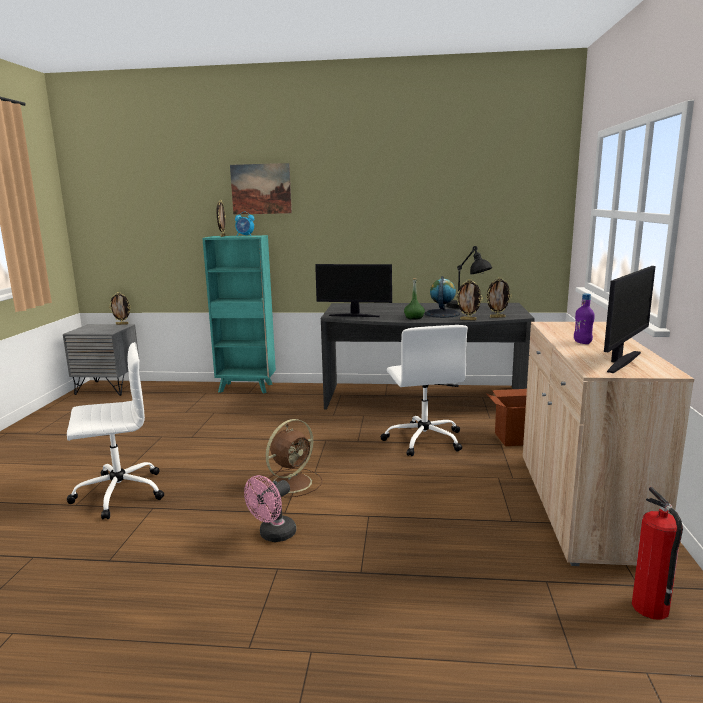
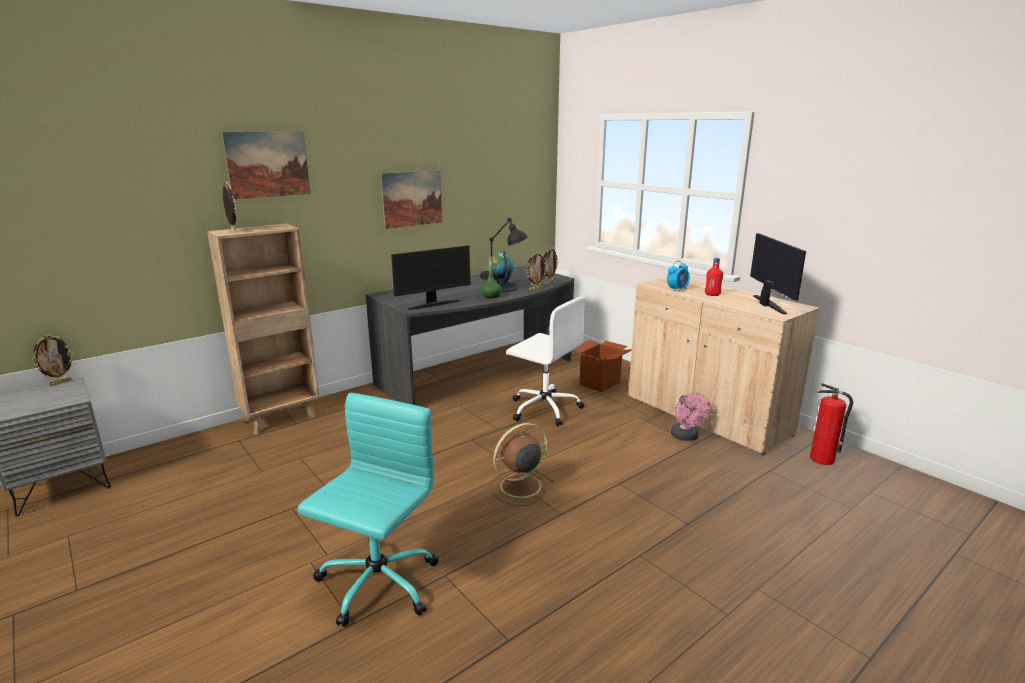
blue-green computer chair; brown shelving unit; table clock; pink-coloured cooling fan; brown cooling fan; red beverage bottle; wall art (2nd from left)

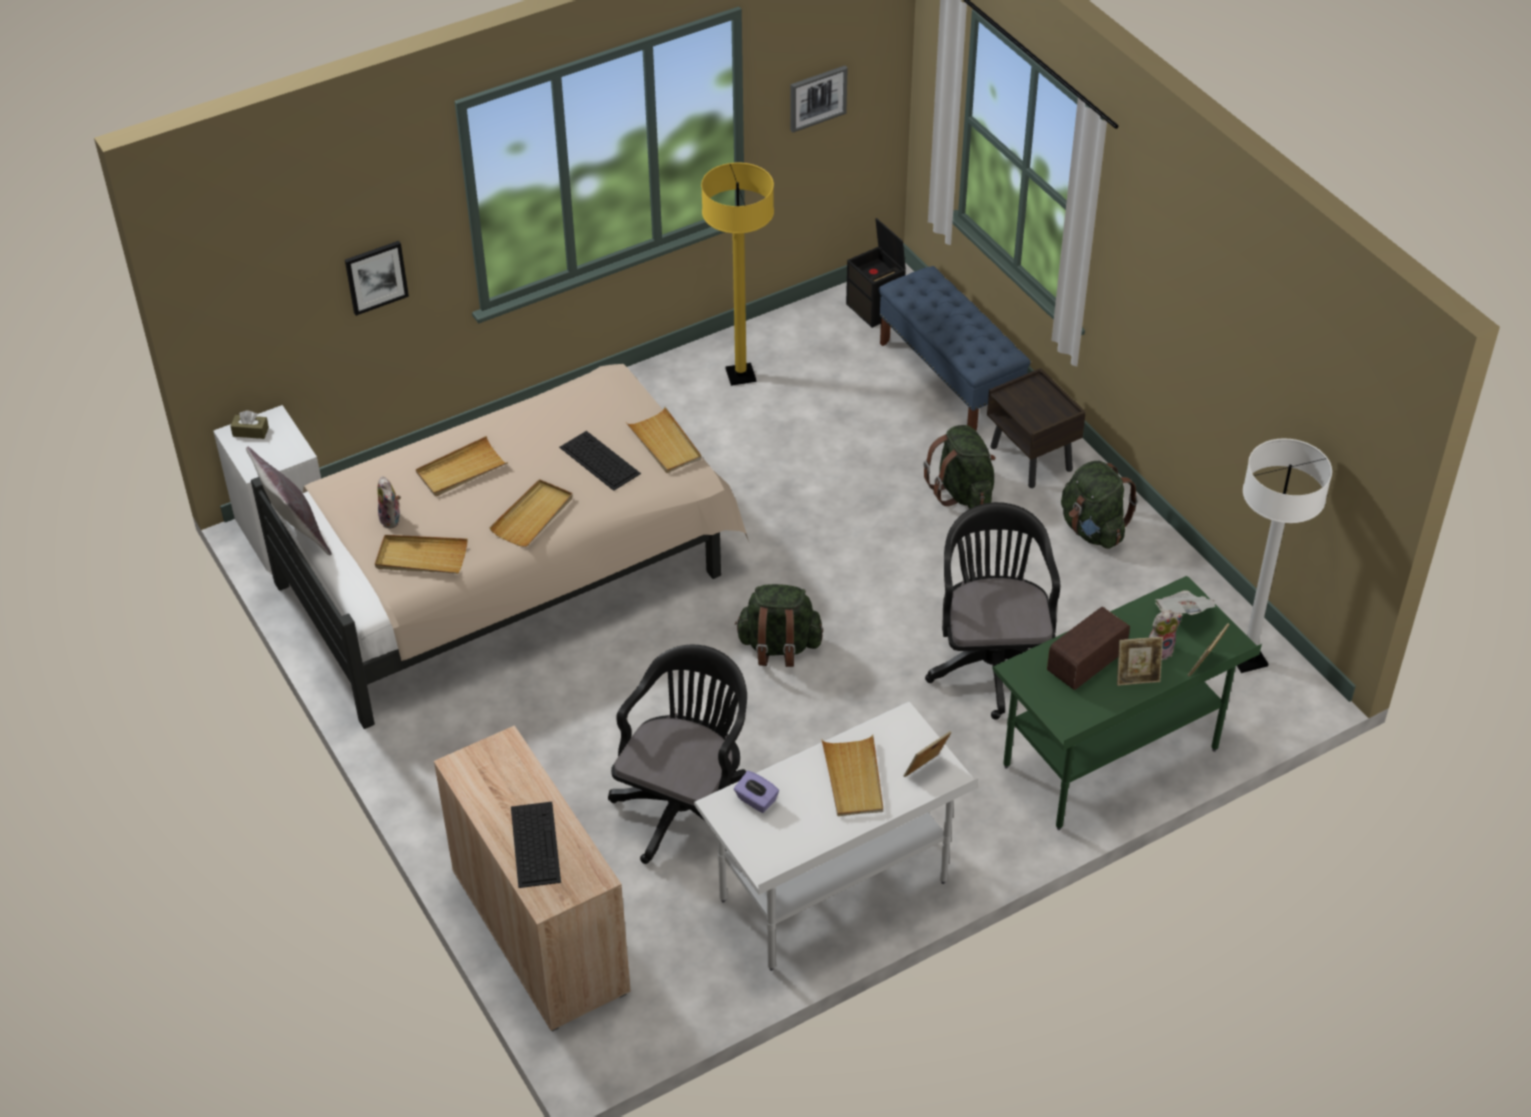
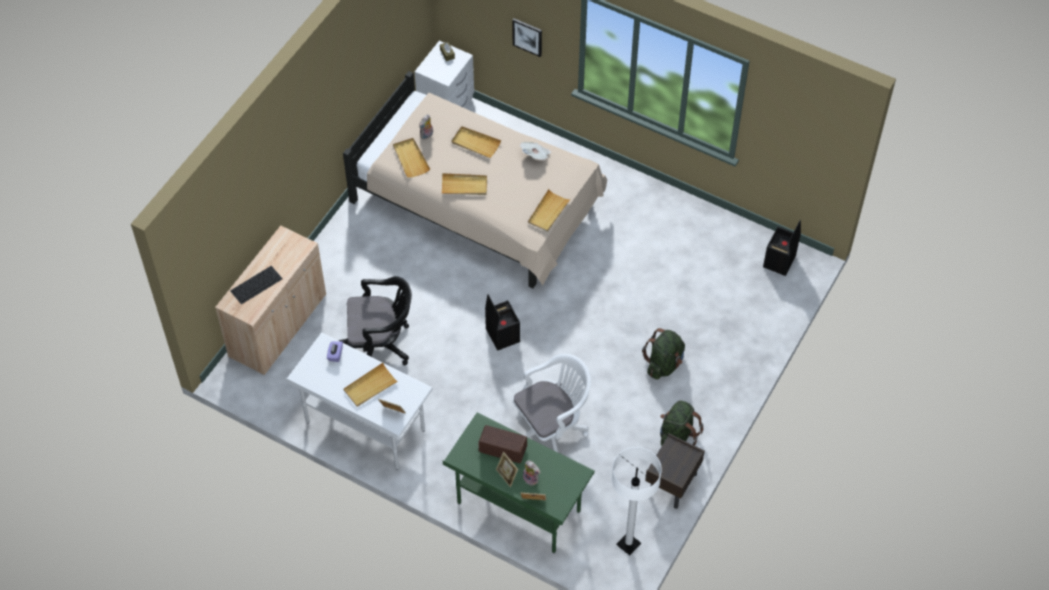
grey cushion; PC keyboard (2nd from left in the first image); yellow standard lamp; blackish storage container (1st from left); wall art (2nd from left in the first image); bluish long seat; whitish computer chair; brown bedside table; newspaper

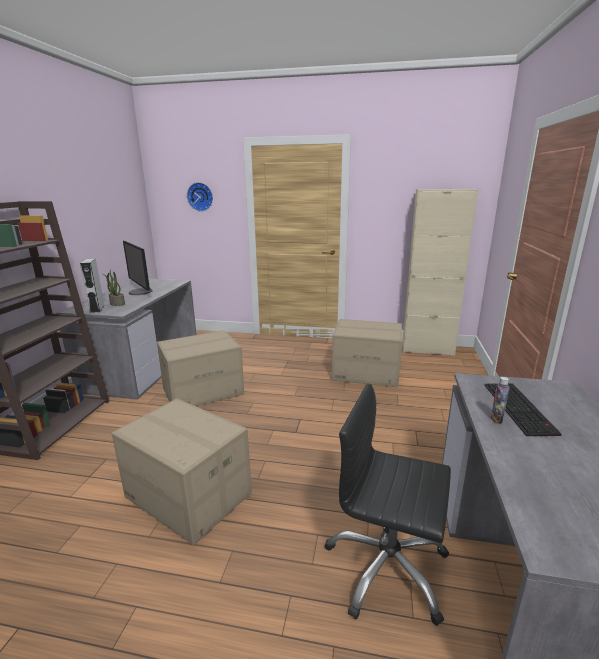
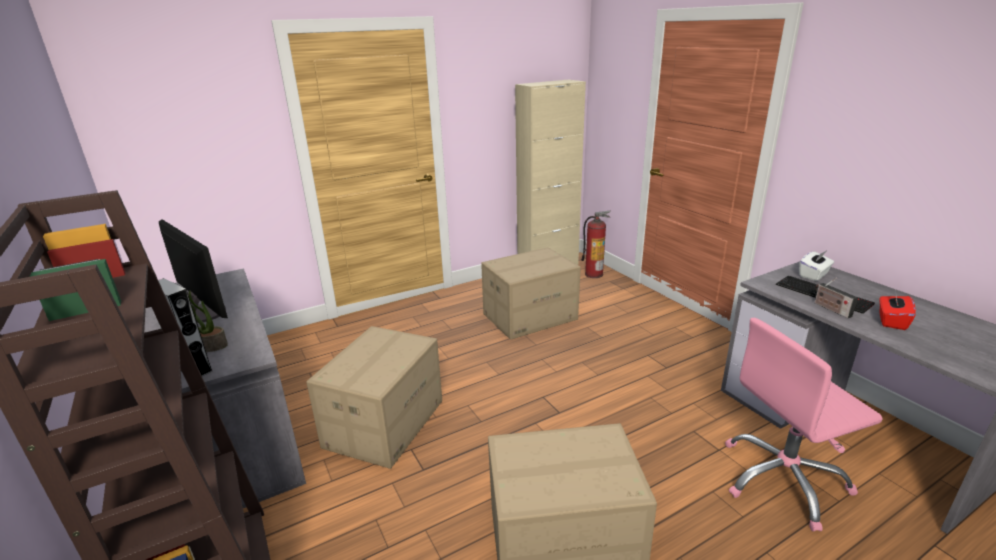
computer screen; clock on the wall; pink-coloured computer chair; radio set; fire-fighting cylinder; whitish tissue holder; red tissue holder

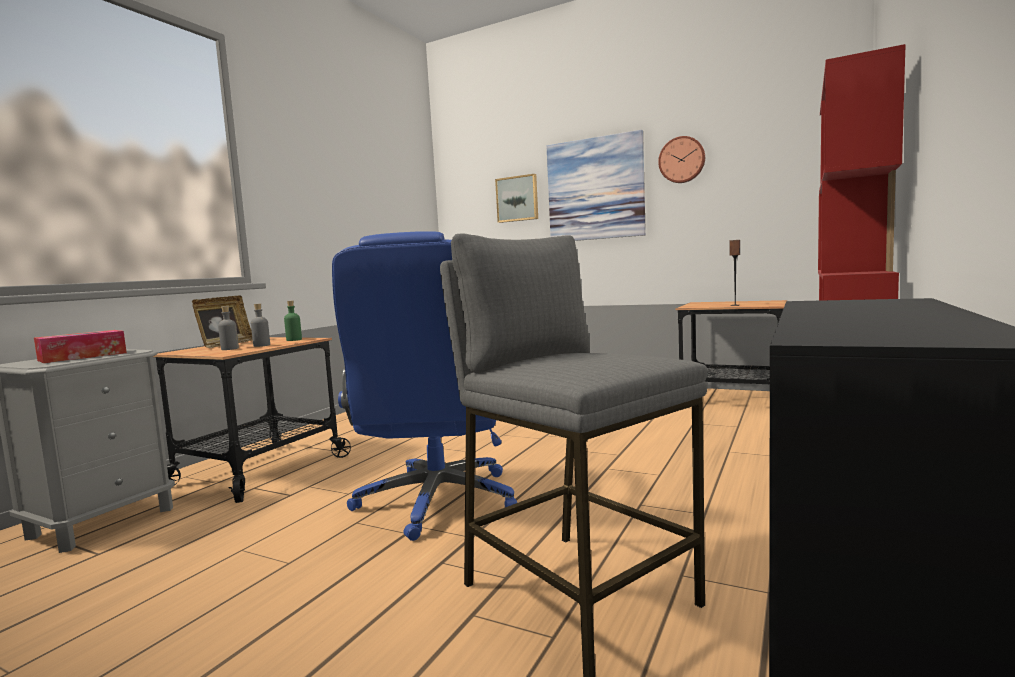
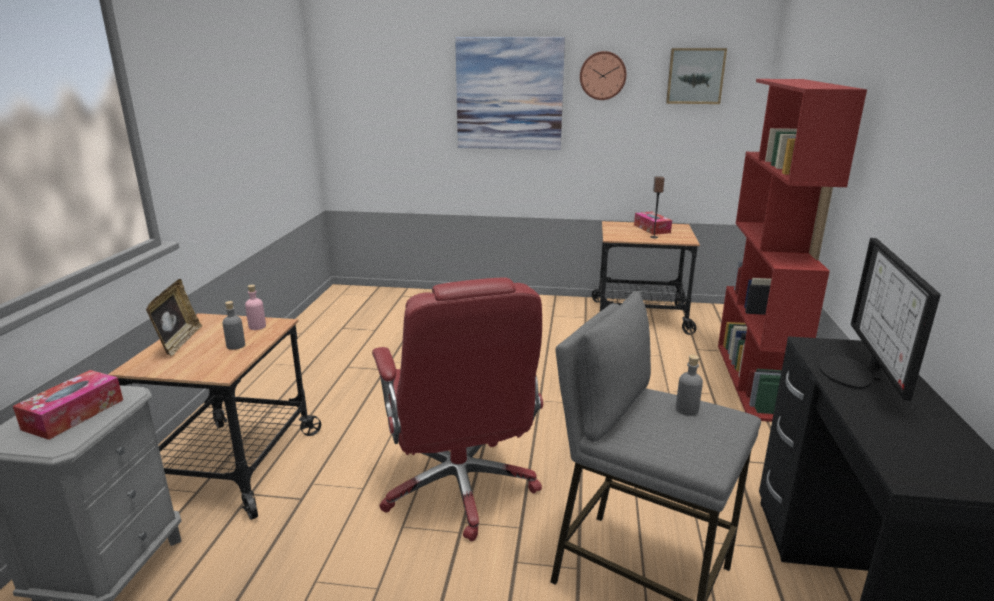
grey beverage bottle (2nd from left); pink-coloured beverage bottle; red computer chair; wall art (2nd from left); tissue holder (2nd from left); computer screen

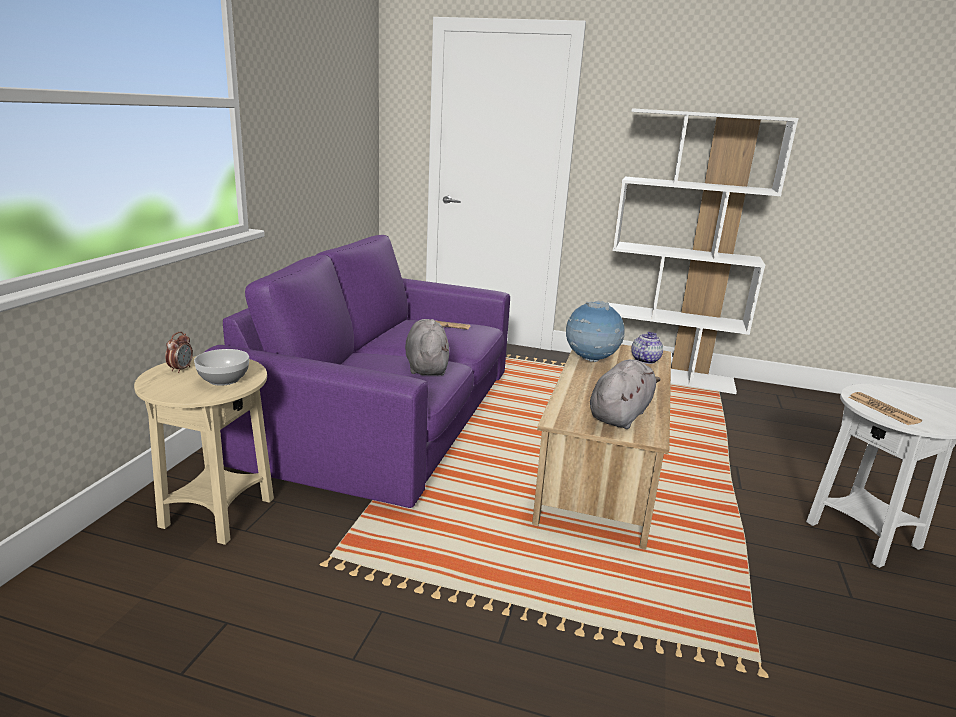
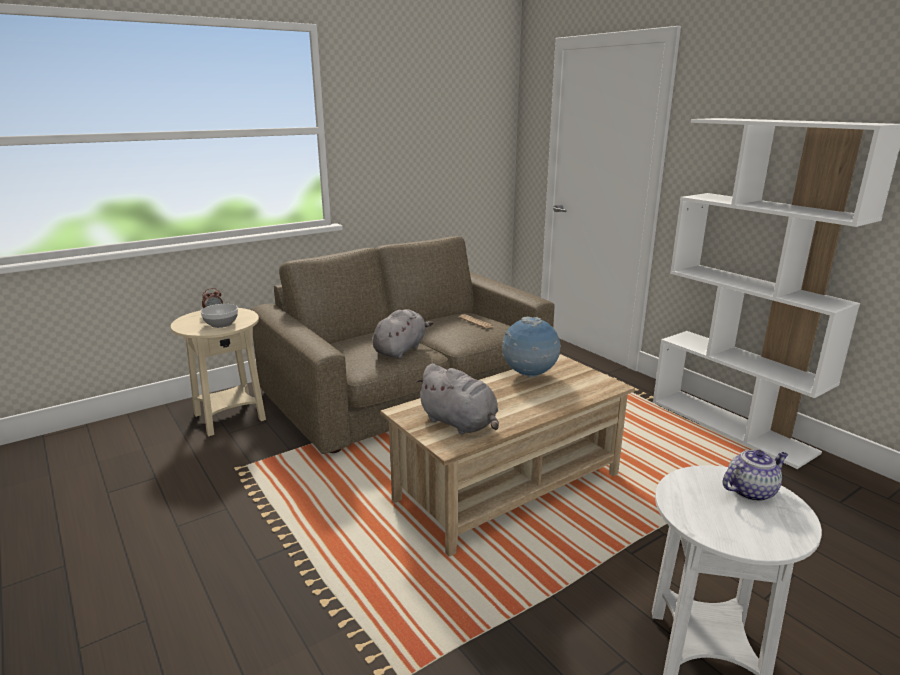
brown couch; grey plush toy (2nd from left); tea pot; newspaper (2nd from left in the first image)

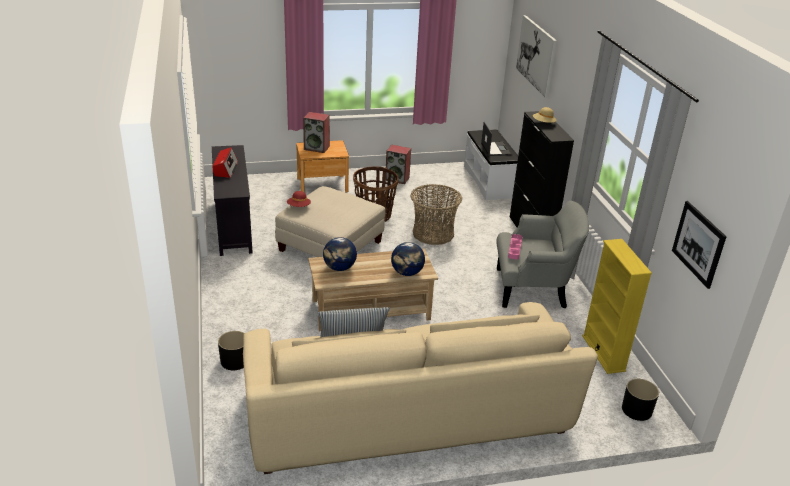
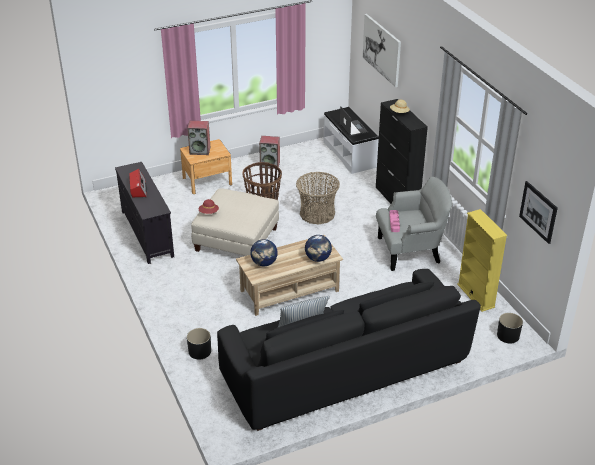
blackish couch

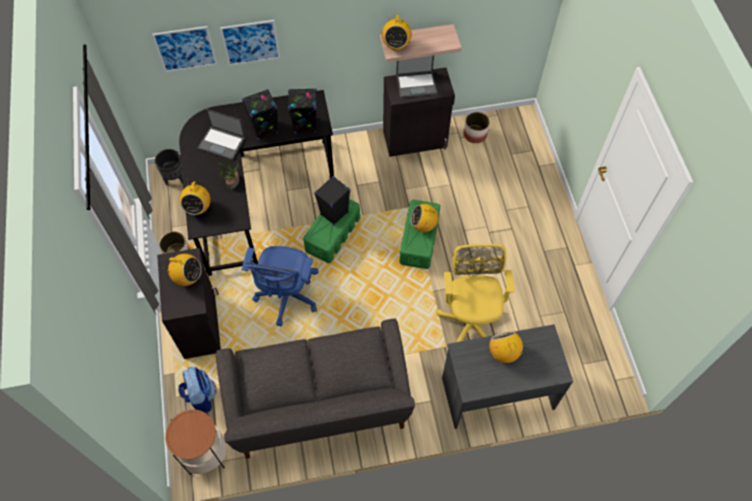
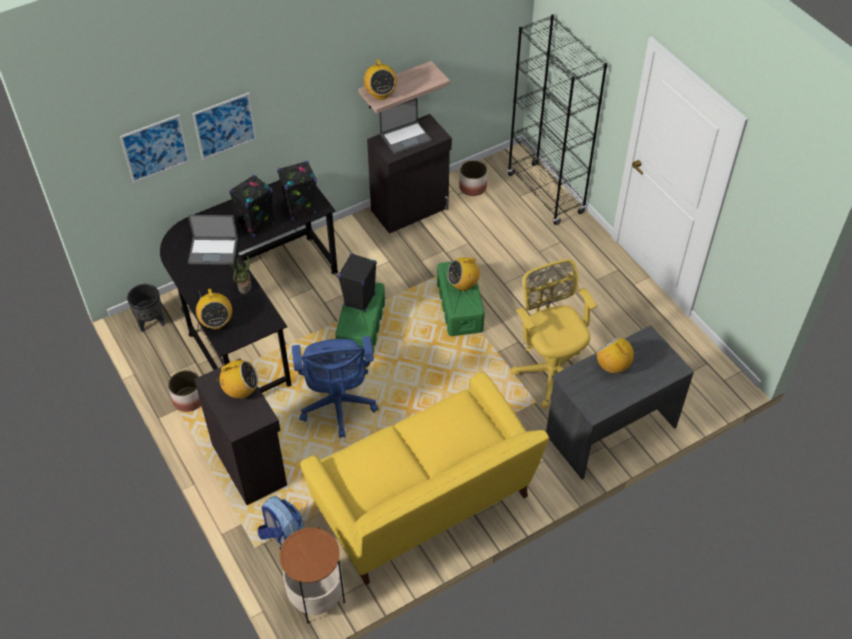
yellow couch; blackish shelving unit

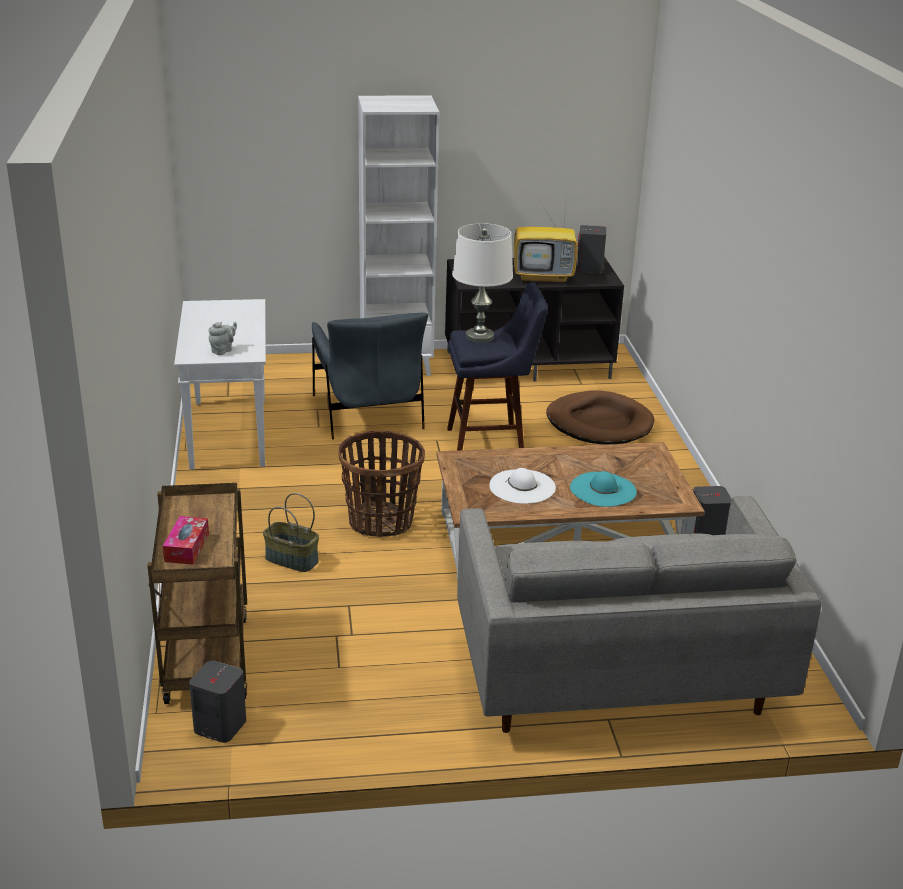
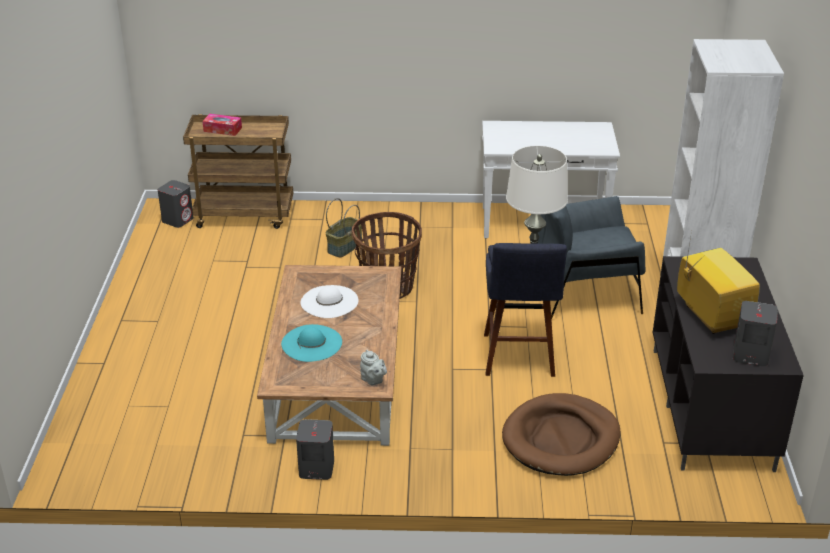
grey tea pot; grey couch; TV set

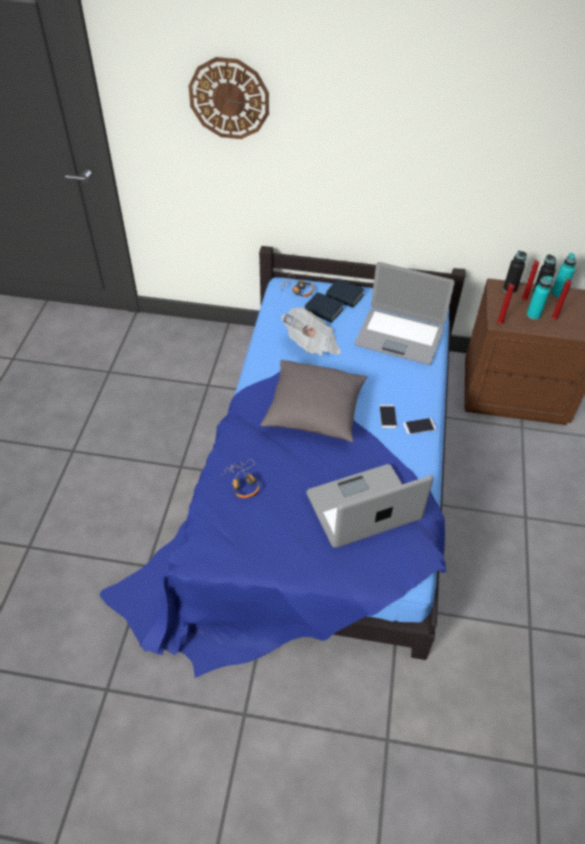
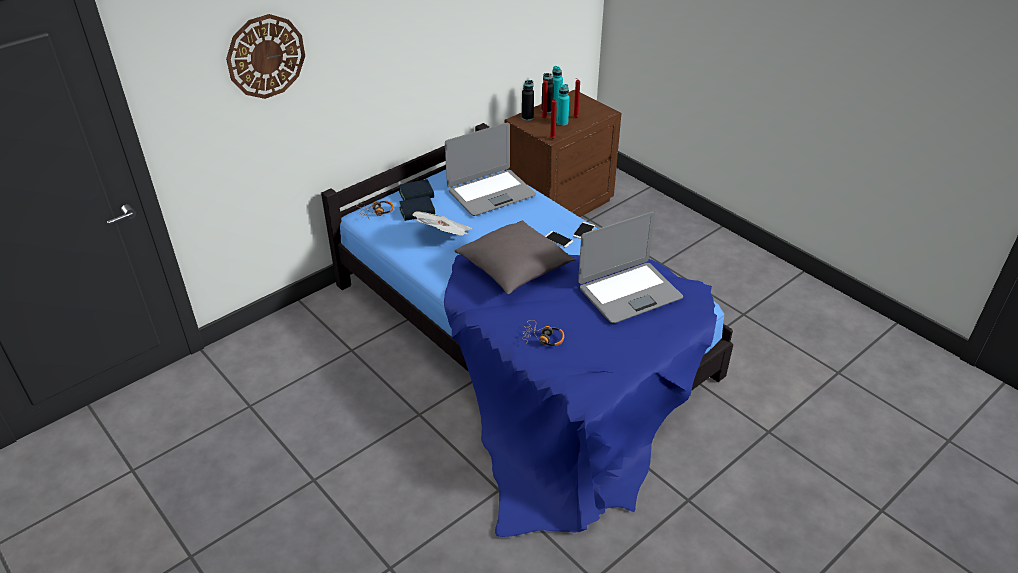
laptop (2nd from left)

